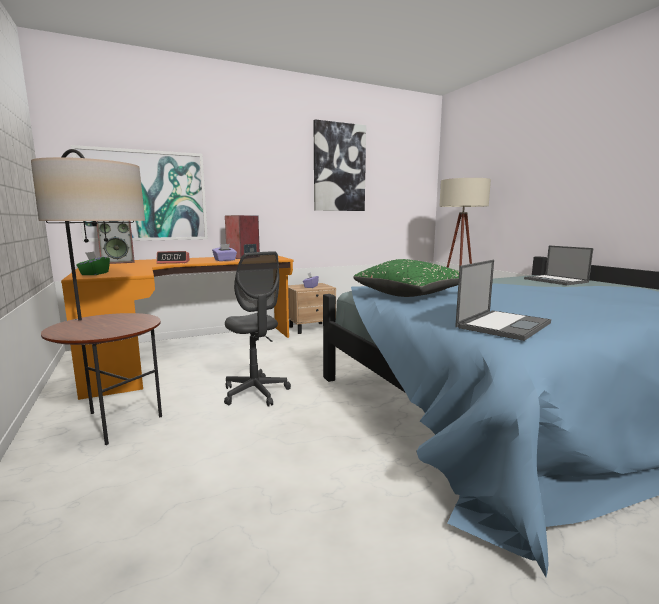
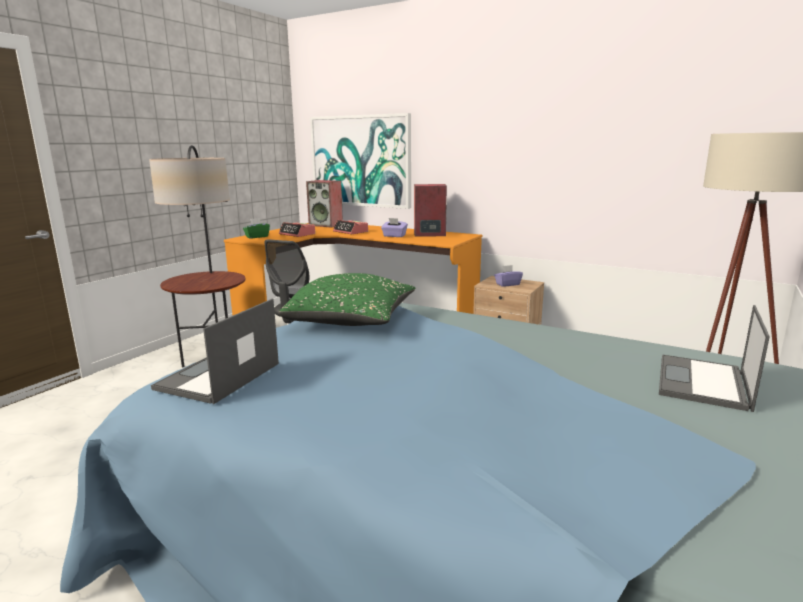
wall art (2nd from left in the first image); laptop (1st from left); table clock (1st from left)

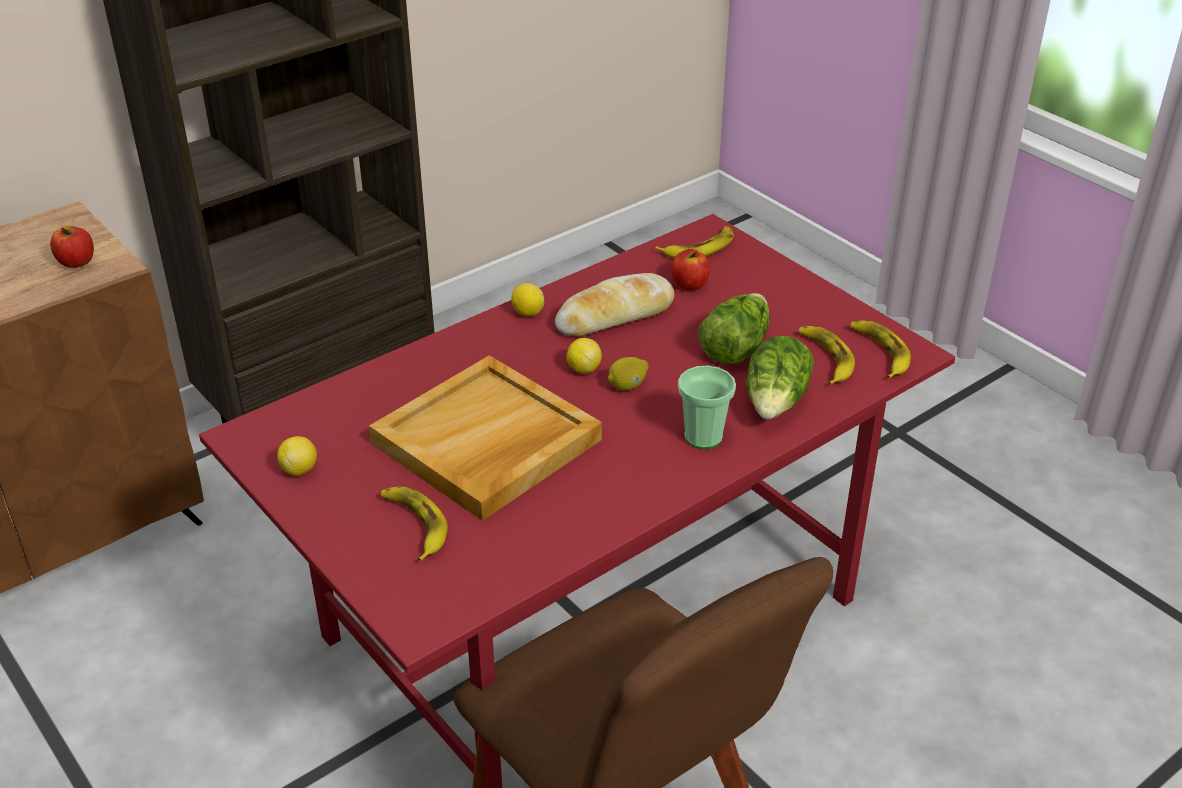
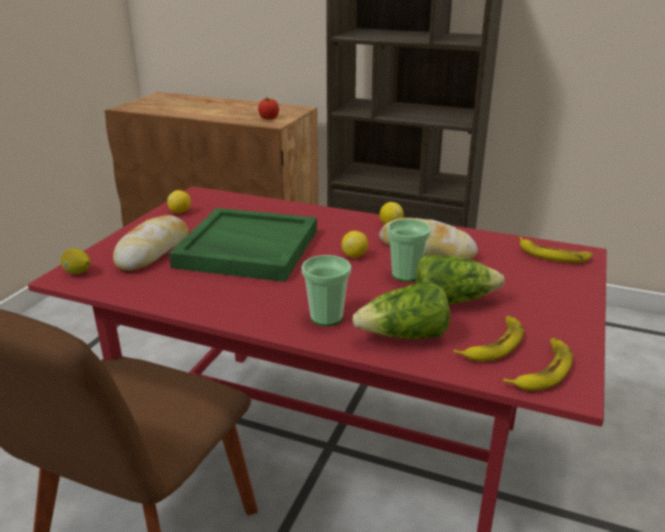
green-coloured tray; bread (1st from left); lemon (1st from left); whole apple (2nd from left in the first image); small cup (2nd from left)

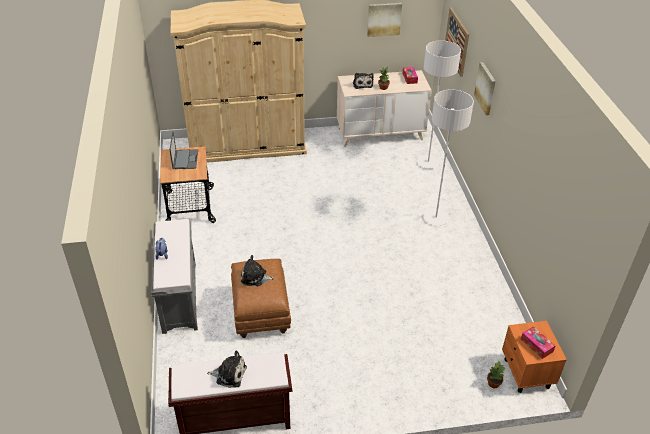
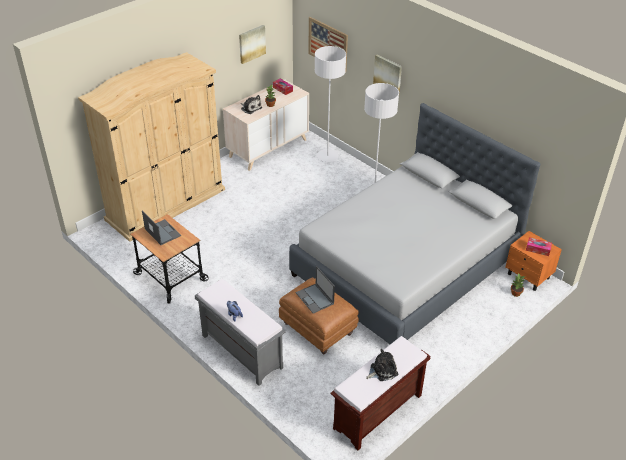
laptop (2nd from left); grey sleeping bed

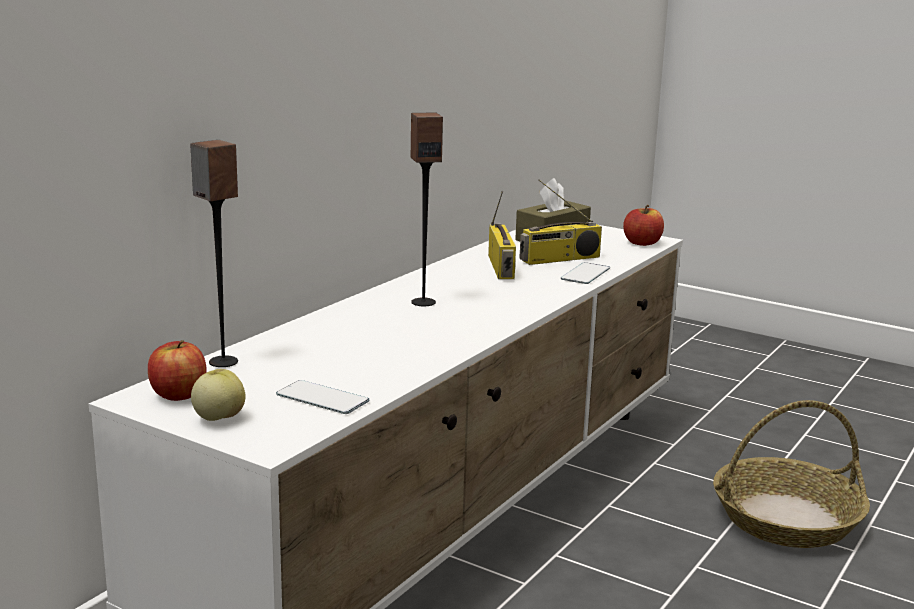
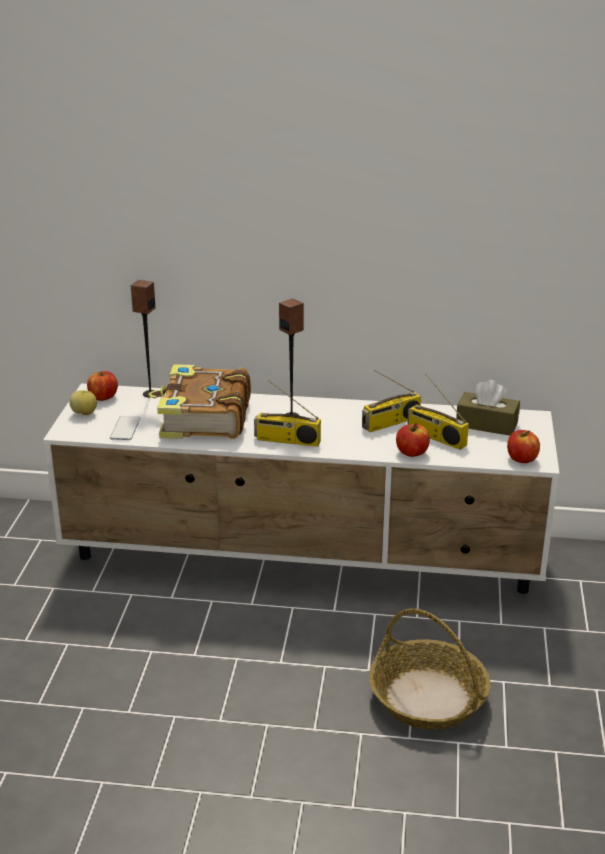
whole apple (3rd from left); volume; radio set (1st from left)

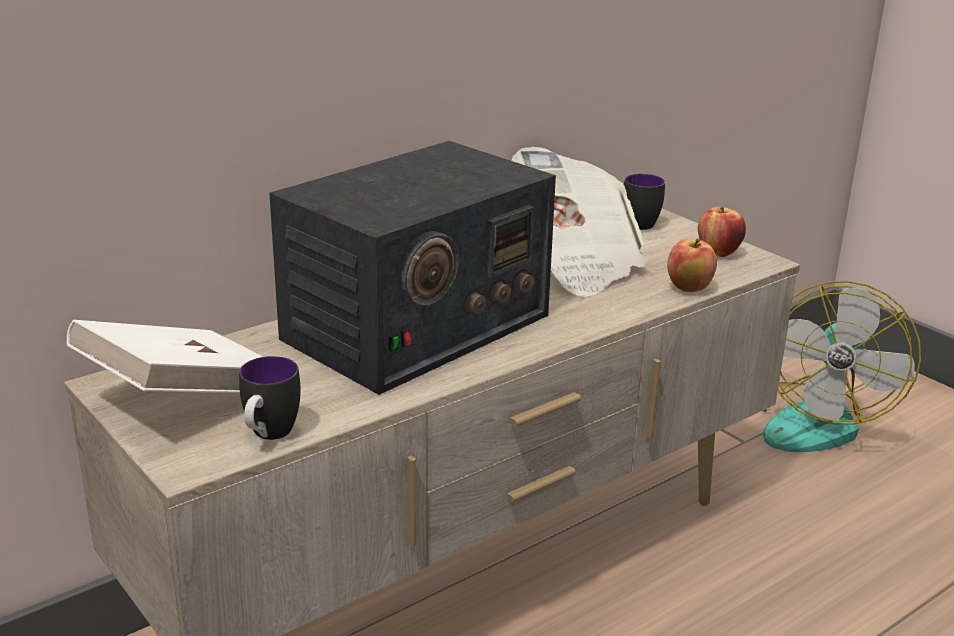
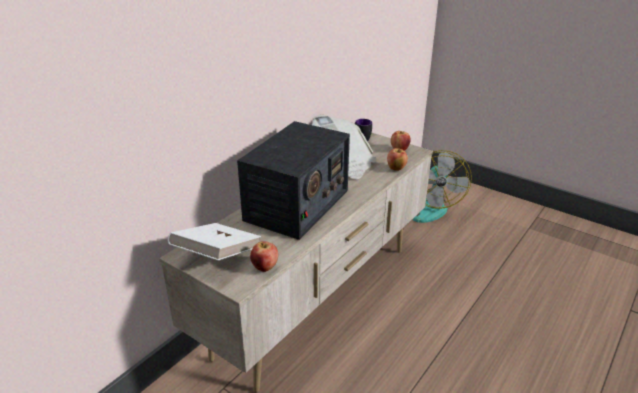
whole apple (1st from left)

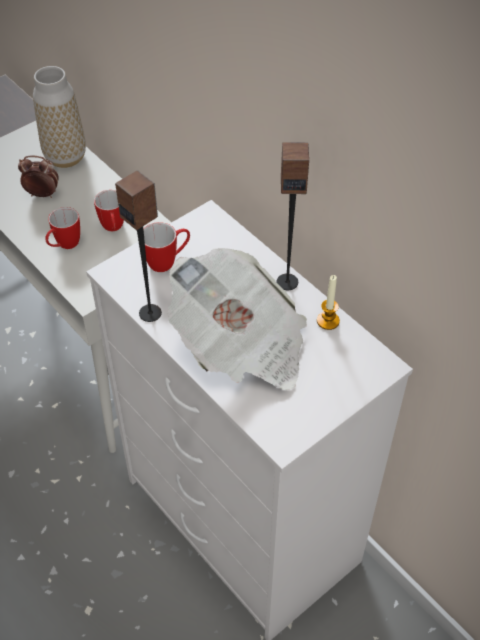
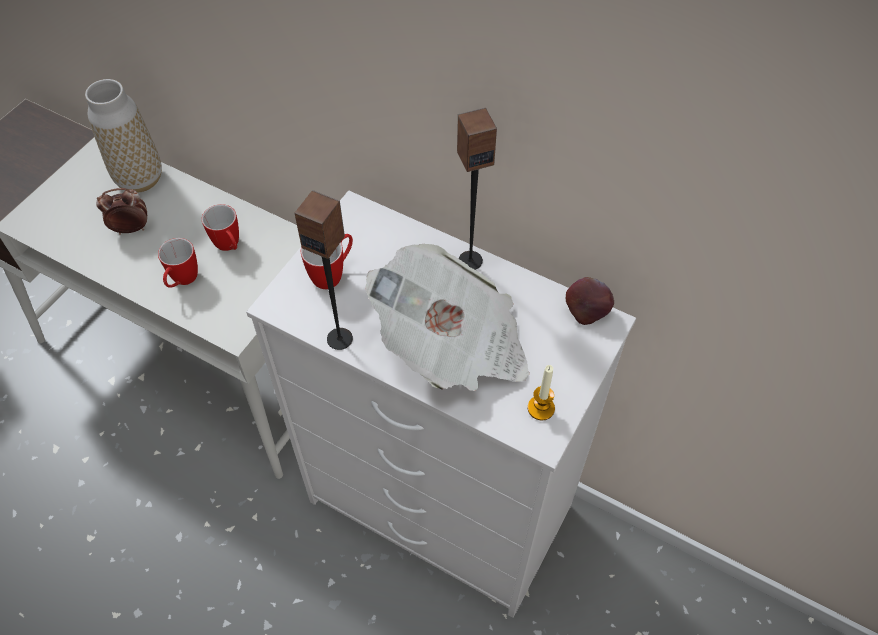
candle; whole apple

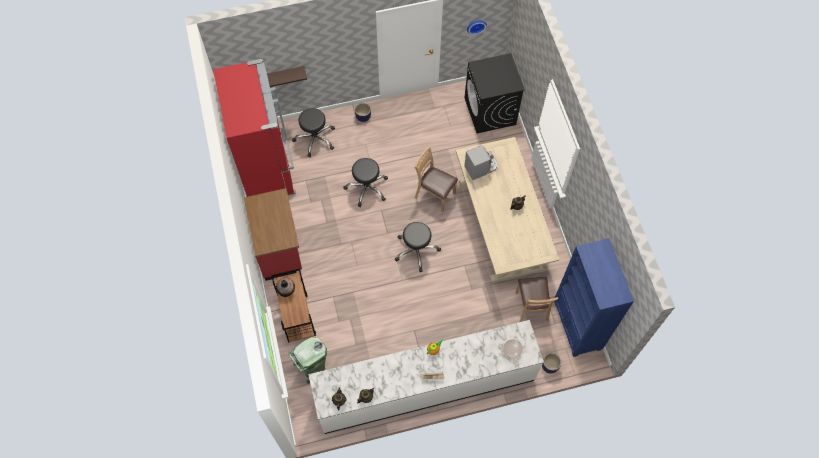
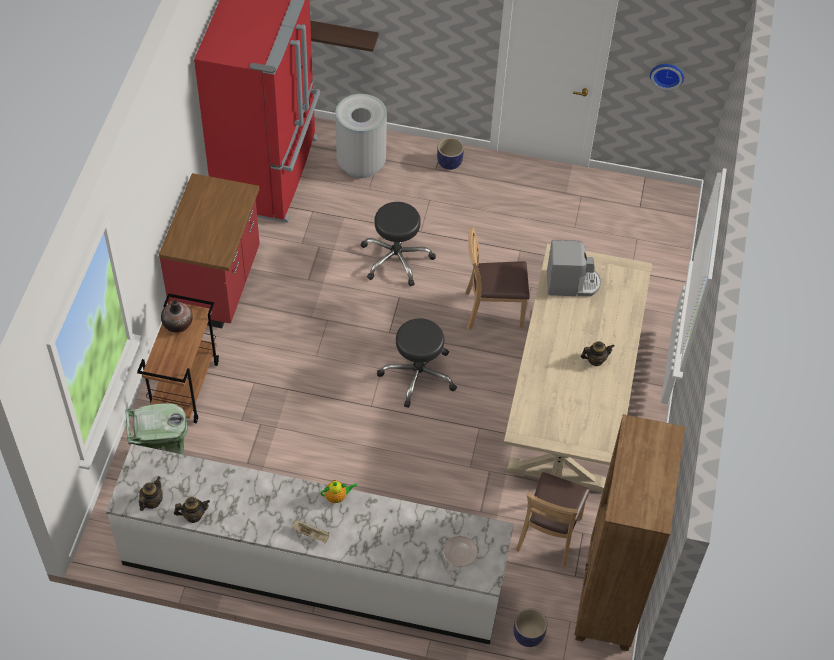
grey trash can; brown plain chair (1st from left); blackish washing machine; brown shelving unit

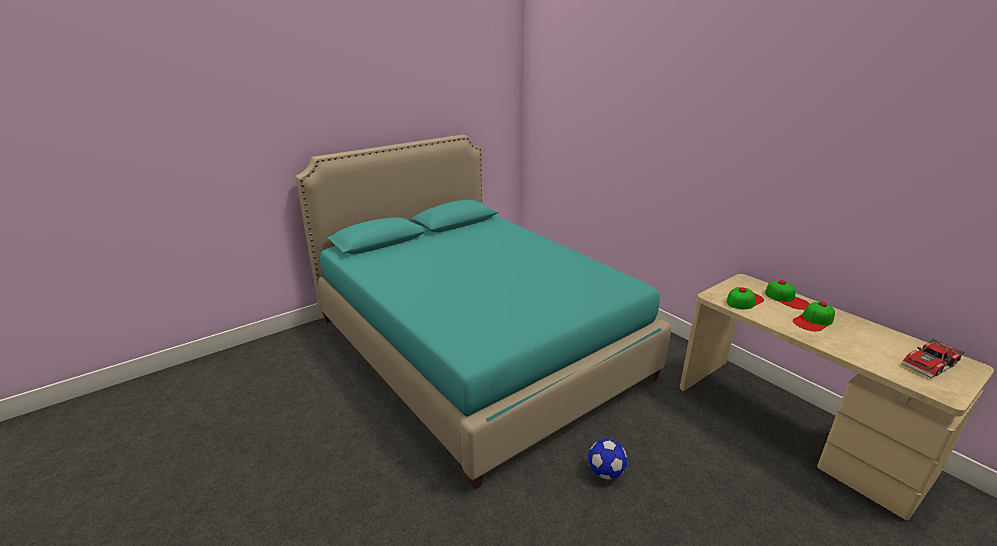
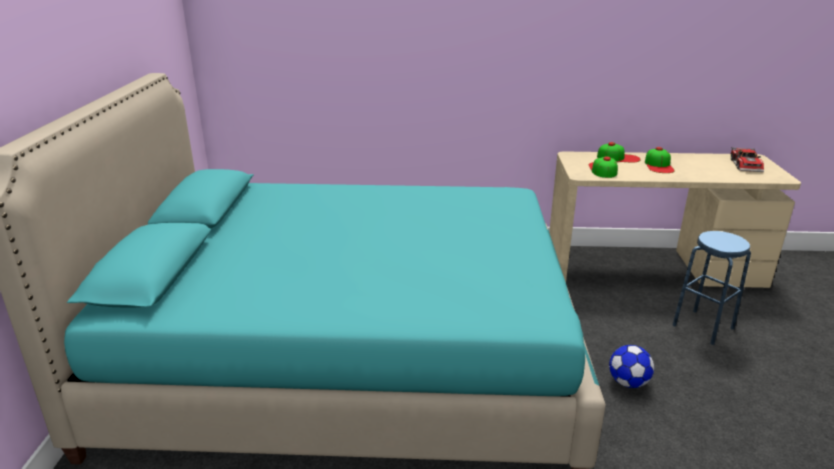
bluish sitting stool

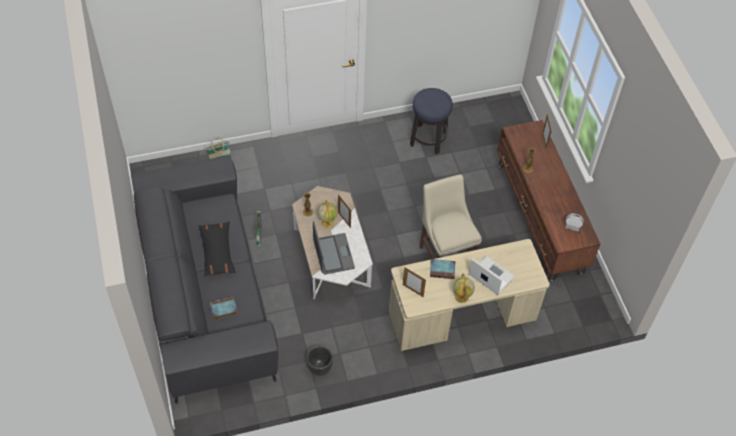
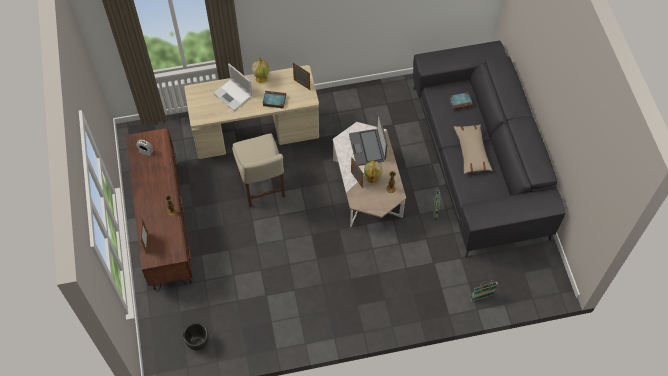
sand-coloured cushion; blackish plant pot; sitting stool

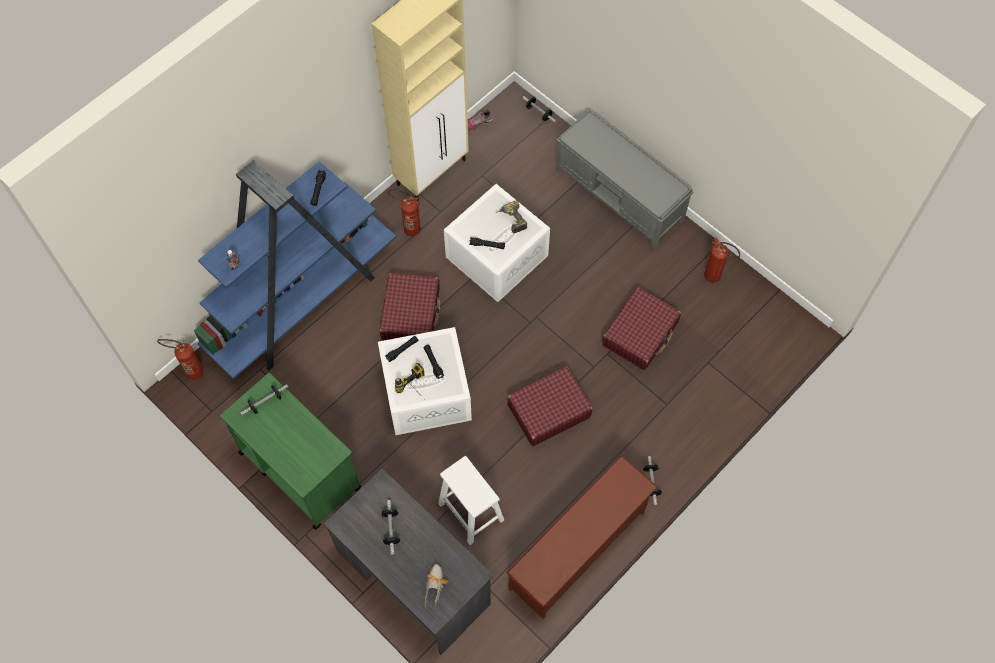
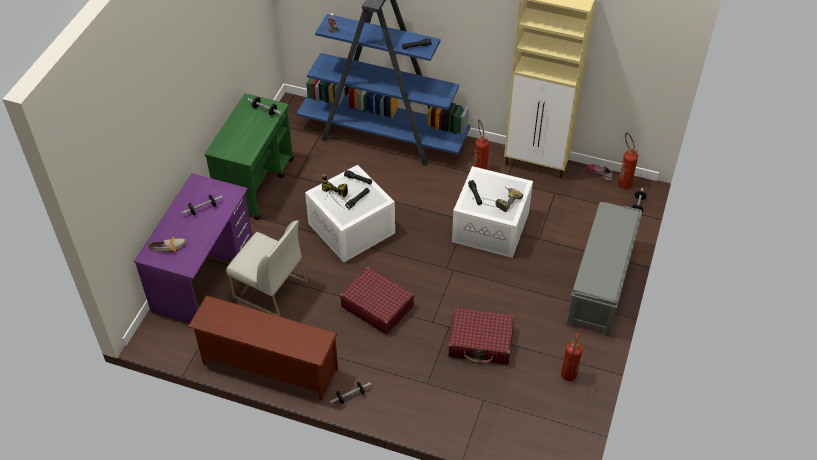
fire-fighting cylinder (3rd from left); purple desk table; red travel case (1st from left in the first image); whitish plain chair

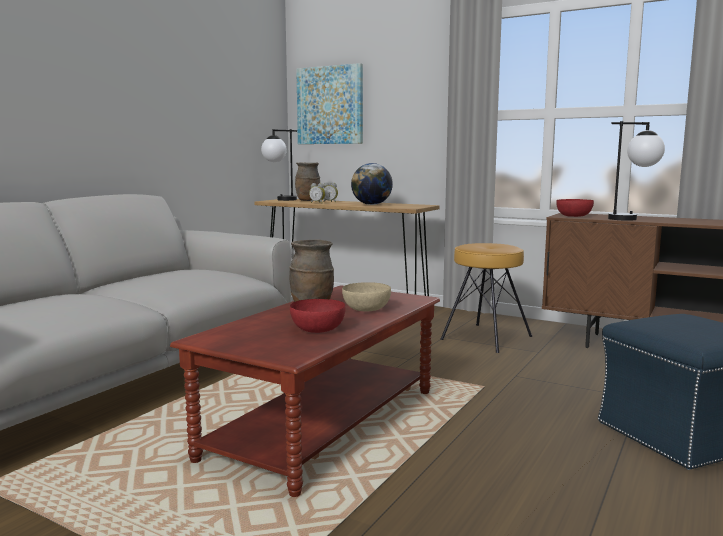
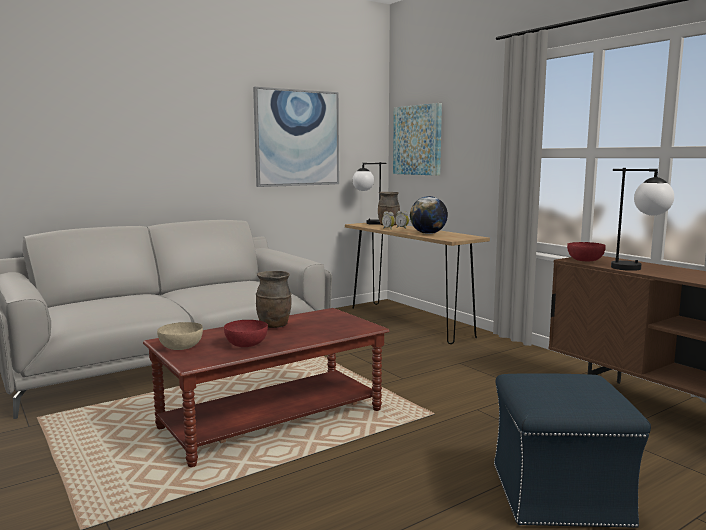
sand-coloured deep dish; brown sitting stool; wall art (1st from left)

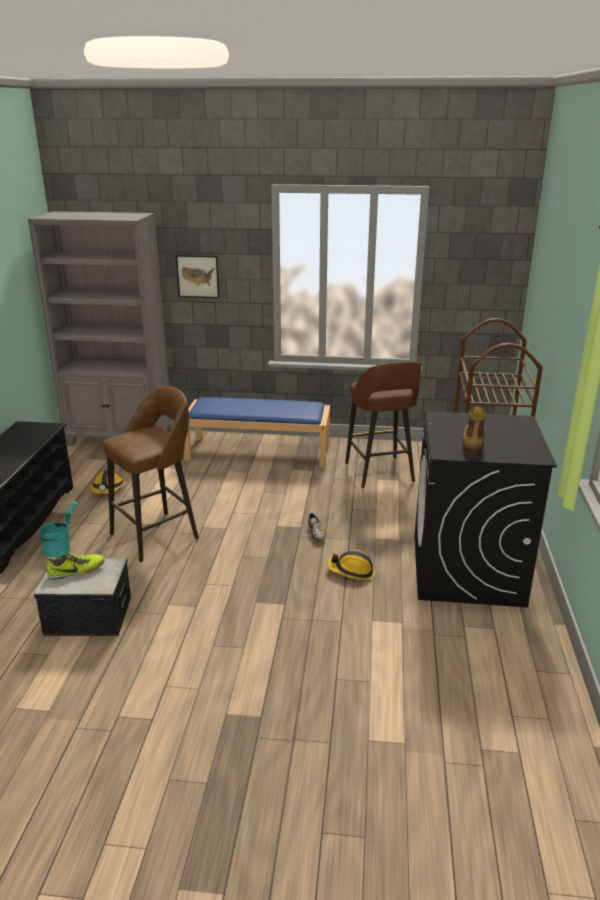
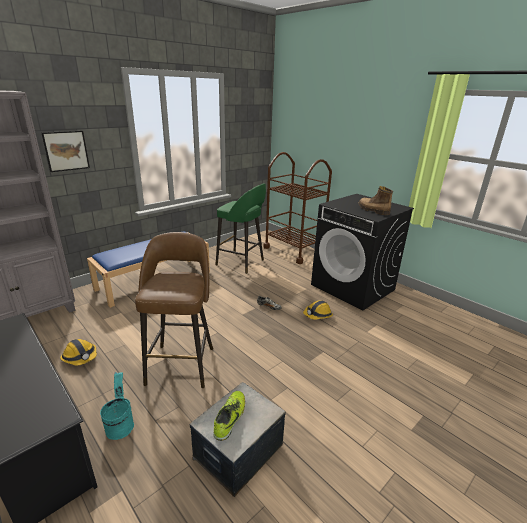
green-coloured sitting stool

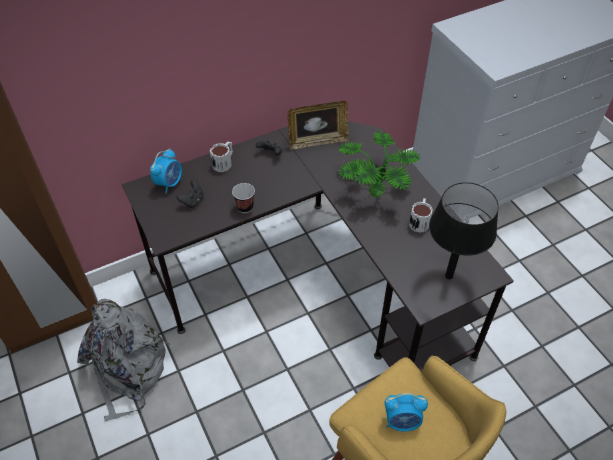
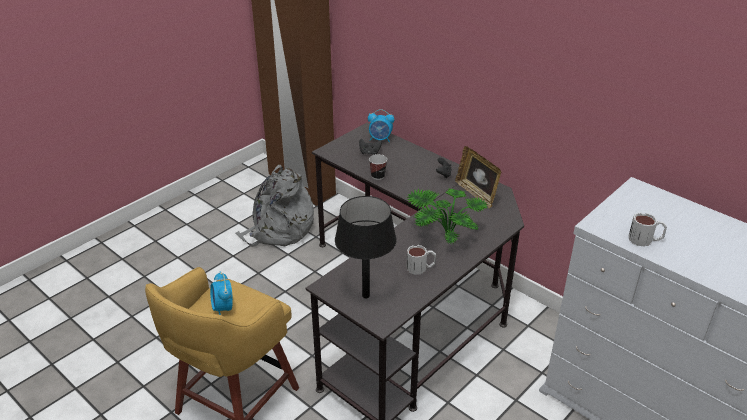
mug (2nd from left)

